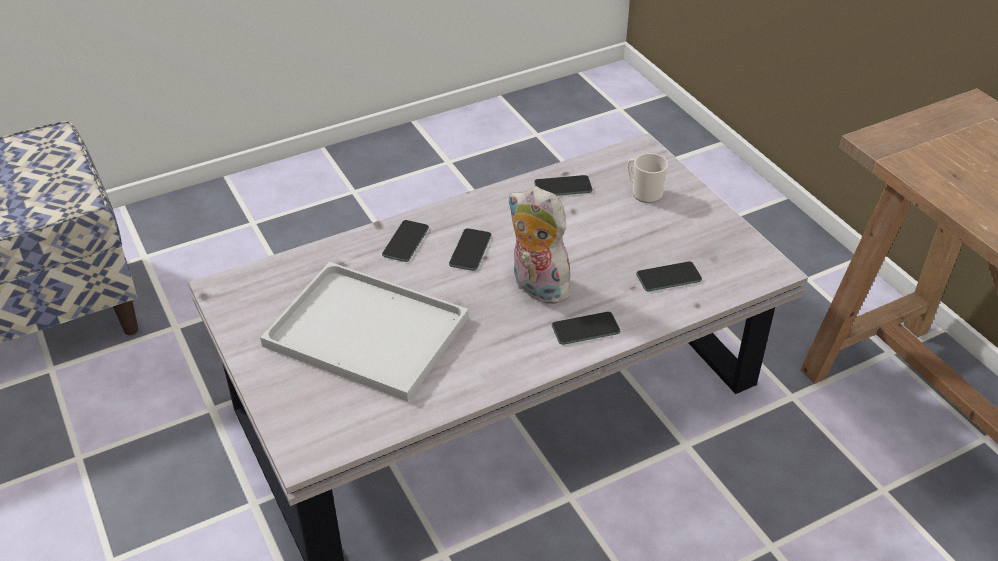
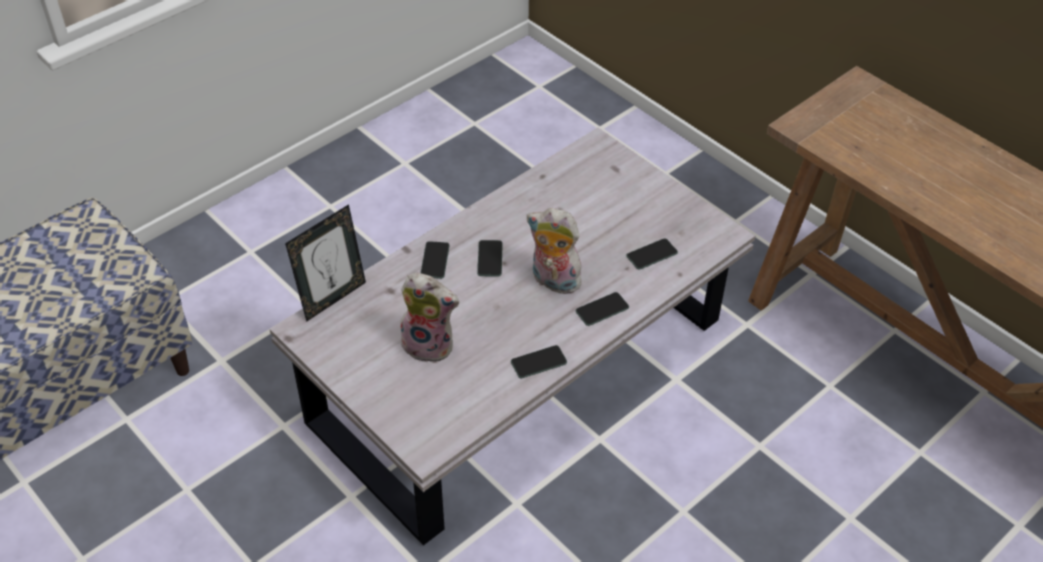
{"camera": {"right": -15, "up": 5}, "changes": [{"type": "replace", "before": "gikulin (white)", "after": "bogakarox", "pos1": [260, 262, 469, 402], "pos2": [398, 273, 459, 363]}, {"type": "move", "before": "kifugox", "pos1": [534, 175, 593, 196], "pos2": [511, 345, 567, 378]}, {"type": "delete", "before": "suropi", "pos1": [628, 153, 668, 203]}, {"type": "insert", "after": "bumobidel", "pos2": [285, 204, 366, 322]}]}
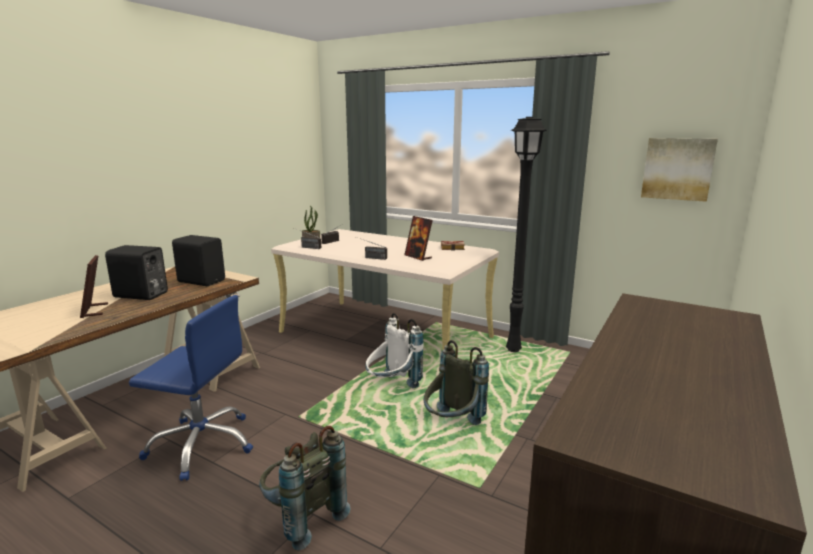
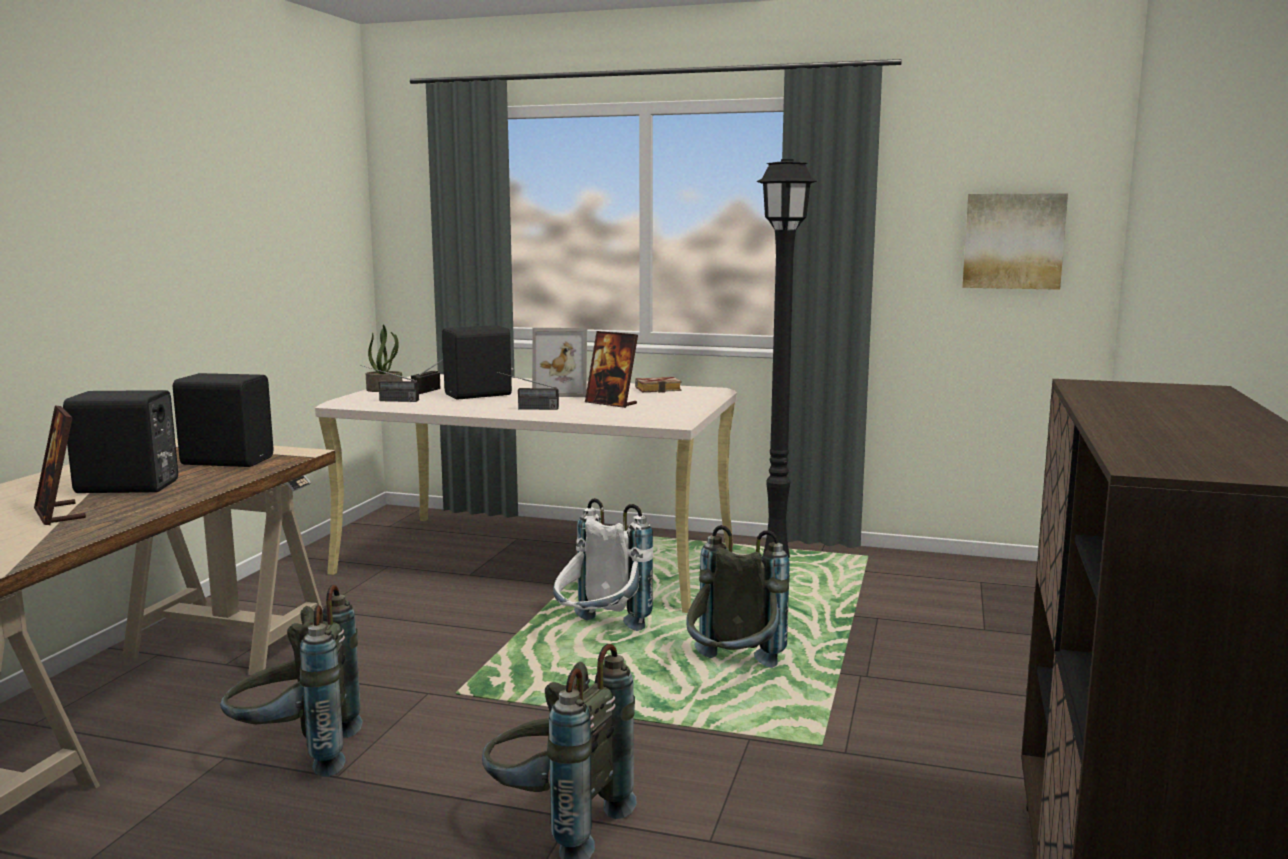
{"camera": {"right": -15, "up": -5}, "changes": [{"type": "replace", "before": "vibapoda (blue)", "after": "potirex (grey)", "pos1": [129, 295, 253, 481], "pos2": [220, 585, 363, 777]}, {"type": "insert", "after": "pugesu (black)", "pos2": [442, 325, 514, 399]}, {"type": "insert", "after": "bumobidel", "pos2": [532, 328, 587, 397]}]}
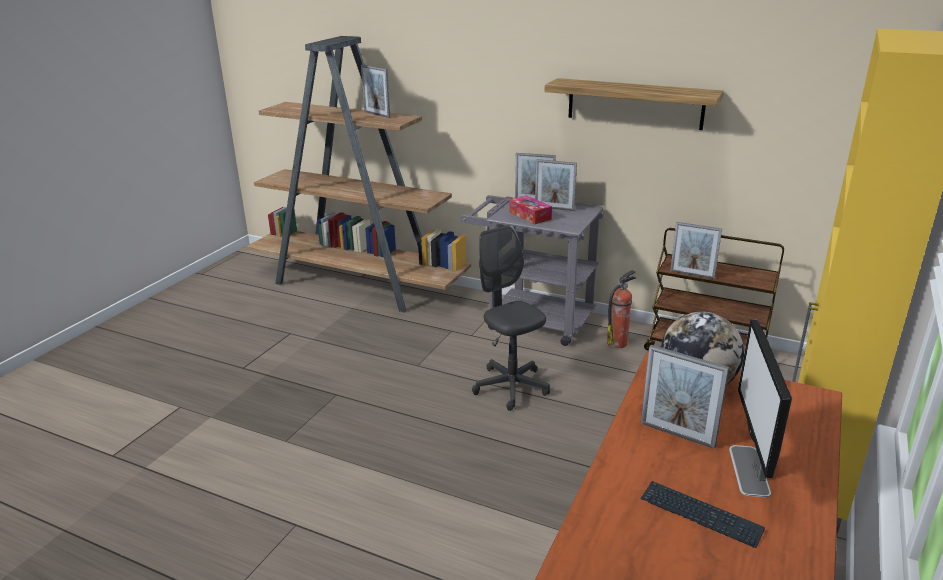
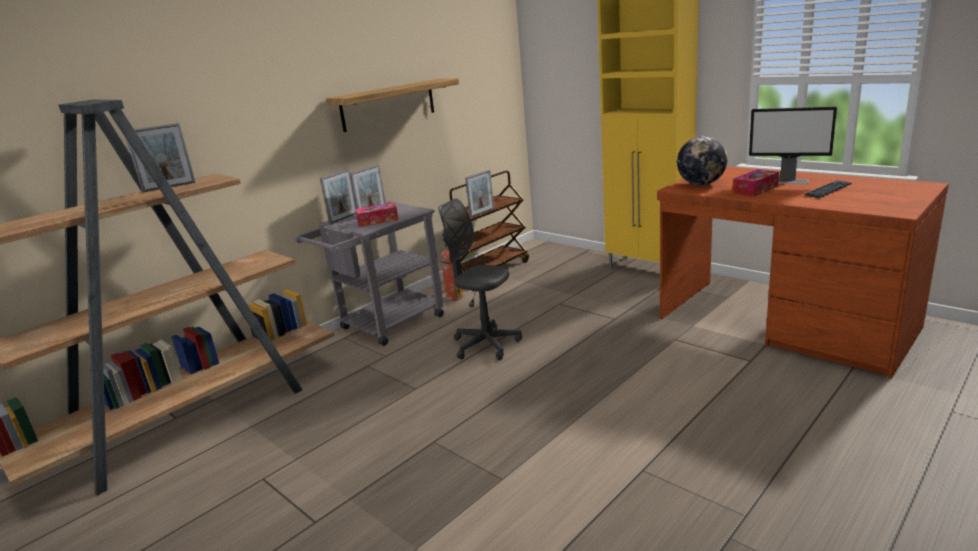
{"camera": {"right": -70, "up": -5}, "changes": [{"type": "rotate", "before": "vibapoda (grey)", "pos1": [472, 225, 550, 411], "pos2": [438, 198, 522, 360], "turn": 45}, {"type": "replace", "before": "bumobidel", "after": "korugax", "pos1": [641, 345, 729, 449], "pos2": [733, 169, 779, 197]}]}
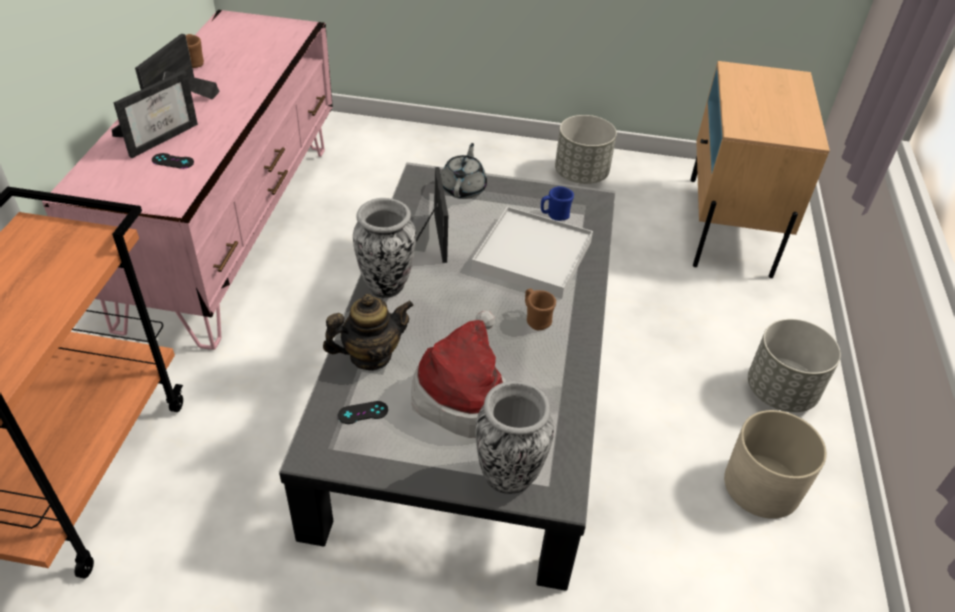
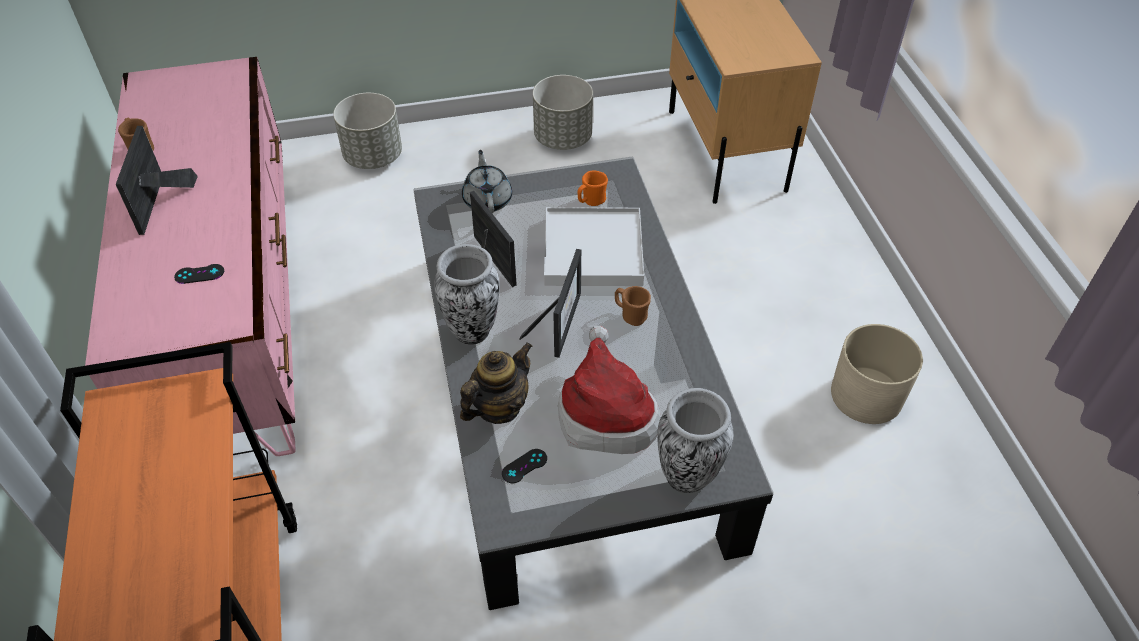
{"camera": {"right": -20, "up": 5}, "changes": [{"type": "move", "before": "bumobidel", "pos1": [112, 71, 198, 158], "pos2": [519, 249, 581, 358]}, {"type": "recolor", "before": "suropi (blue)", "after": "suropi (orange)", "pos1": [541, 186, 574, 221], "pos2": [578, 171, 608, 206]}, {"type": "move", "before": "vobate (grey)", "pos1": [748, 319, 841, 412], "pos2": [333, 93, 402, 169]}]}
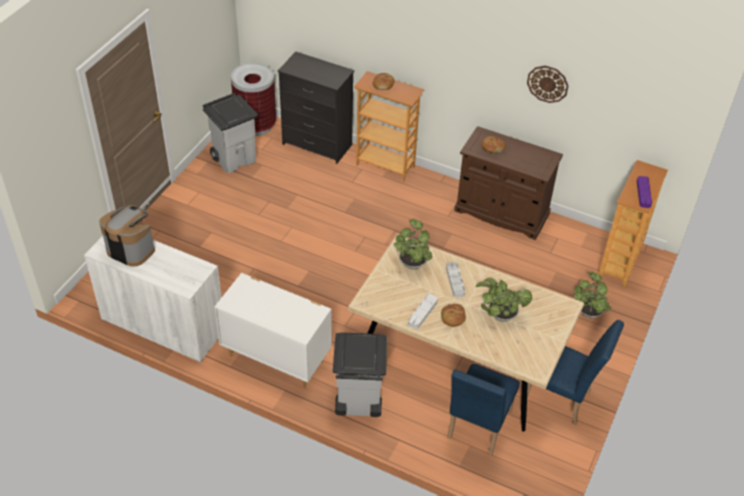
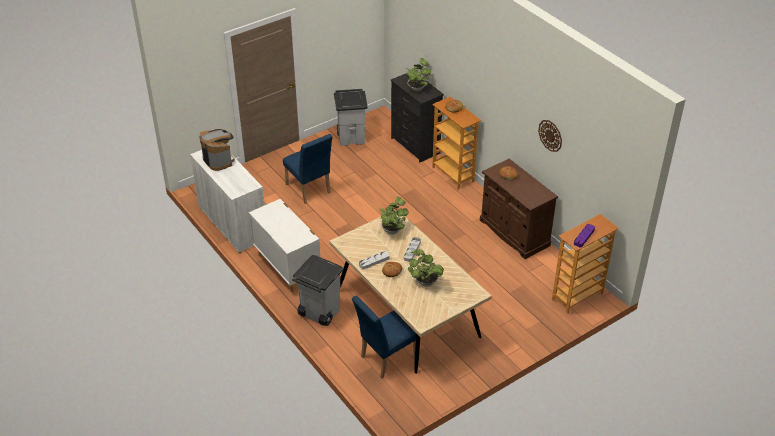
{"camera": {"right": 30, "up": -5}, "changes": [{"type": "delete", "before": "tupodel", "pos1": [231, 63, 276, 136]}, {"type": "move", "before": "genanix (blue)", "pos1": [527, 320, 624, 425], "pos2": [283, 134, 332, 204]}, {"type": "move", "before": "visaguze", "pos1": [573, 272, 611, 318], "pos2": [405, 58, 431, 92]}]}
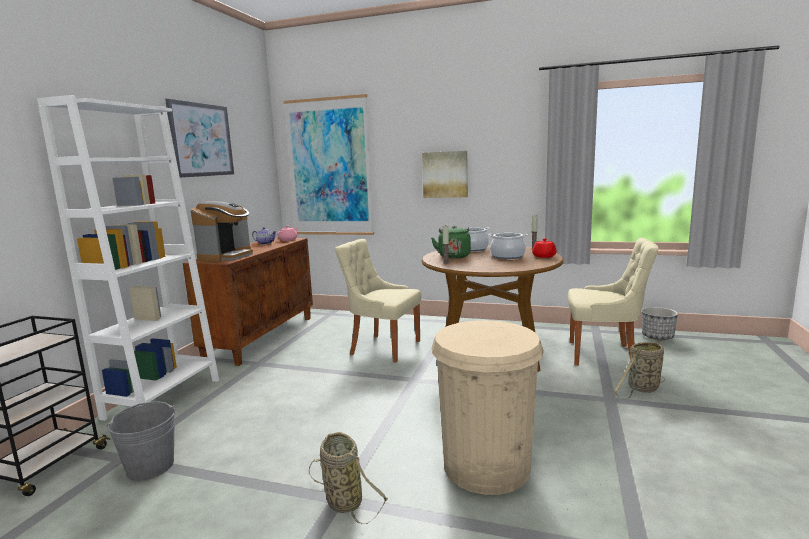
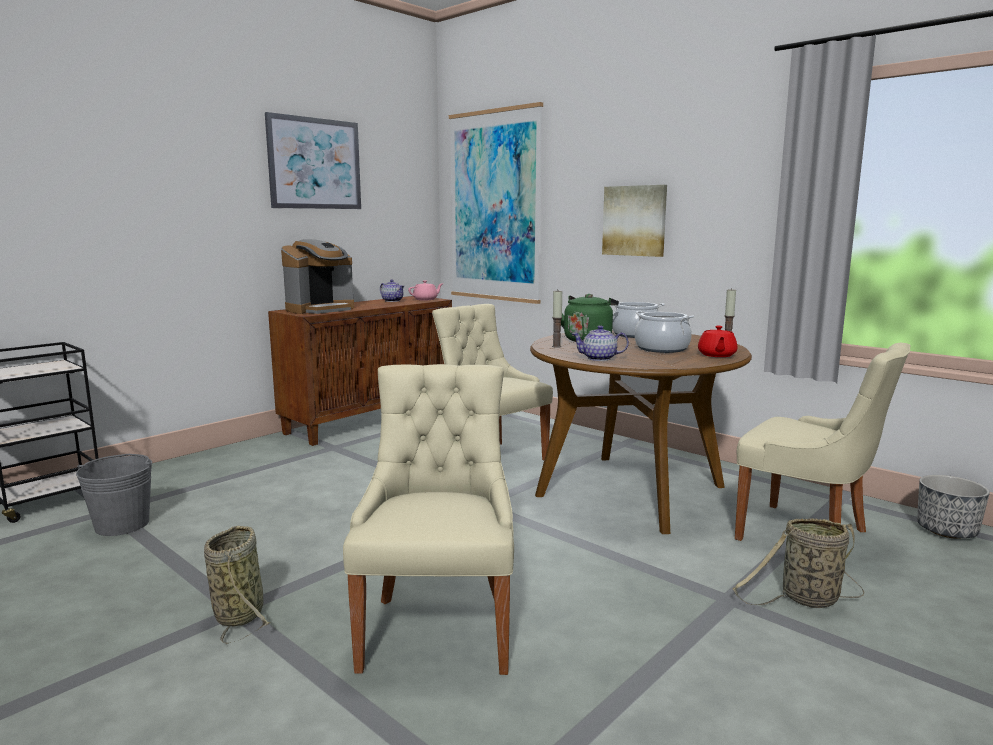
{"camera": {"right": 25, "up": 0}, "changes": [{"type": "delete", "before": "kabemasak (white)", "pos1": [37, 95, 219, 421]}, {"type": "replace", "before": "tupodel (beige)", "after": "genanix (beige)", "pos1": [432, 320, 544, 495], "pos2": [343, 364, 514, 675]}, {"type": "insert", "after": "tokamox", "pos2": [572, 325, 629, 361]}]}
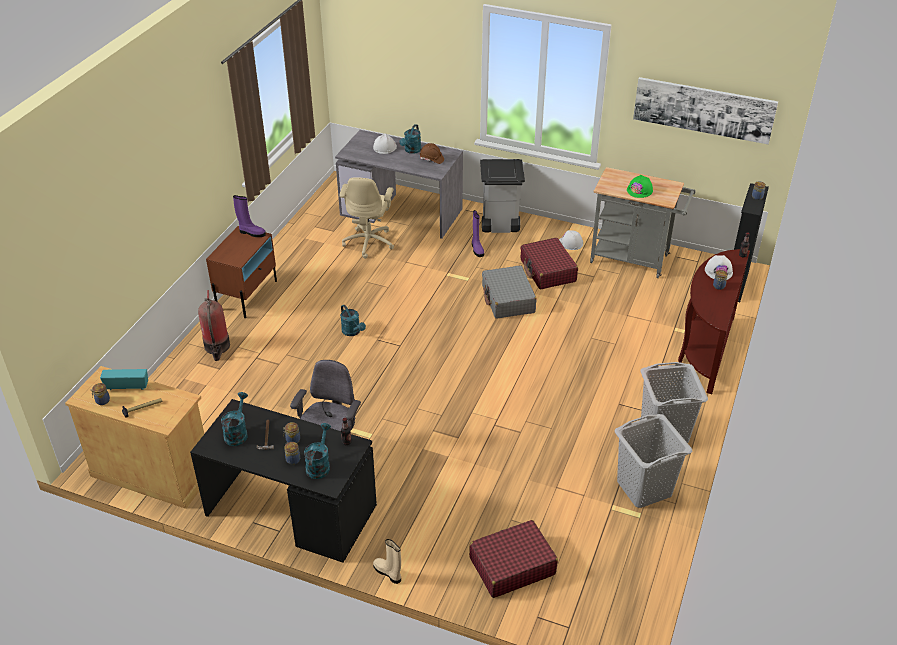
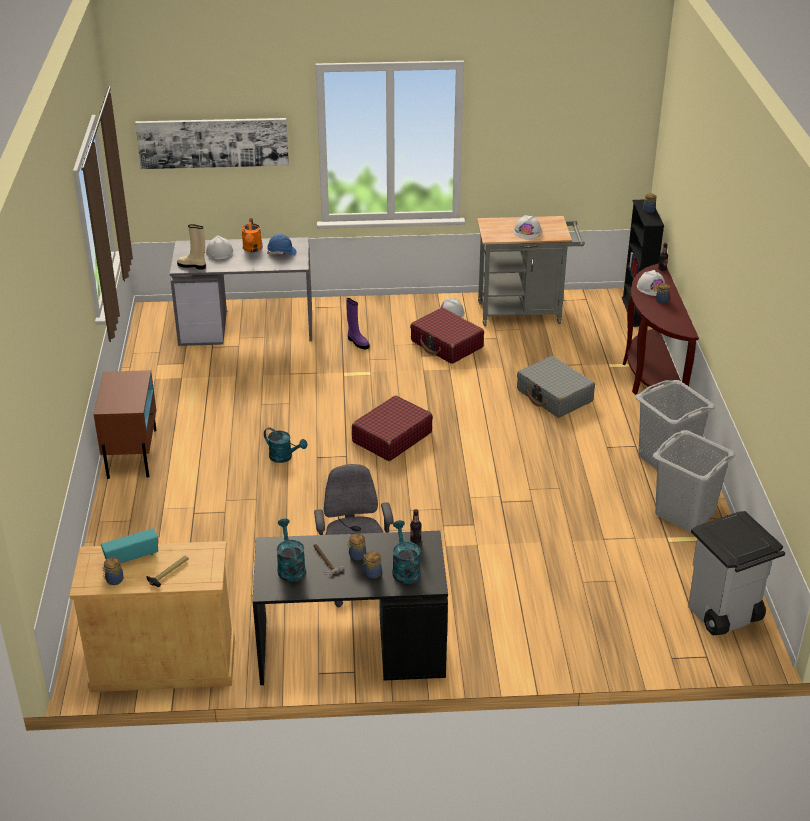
{"camera": {"right": -25, "up": -5}, "changes": [{"type": "delete", "before": "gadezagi", "pos1": [198, 290, 230, 361]}, {"type": "delete", "before": "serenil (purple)", "pos1": [233, 195, 266, 237]}, {"type": "delete", "before": "vibapoda (beige)", "pos1": [339, 177, 394, 259]}, {"type": "move", "before": "serenil (beige)", "pos1": [373, 539, 401, 584], "pos2": [177, 224, 206, 269]}, {"type": "recolor", "before": "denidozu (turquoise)", "after": "denidozu (orange)", "pos1": [399, 124, 421, 154], "pos2": [241, 218, 262, 252]}, {"type": "recolor", "before": "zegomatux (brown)", "after": "zegomatux (blue)", "pos1": [420, 143, 444, 164], "pos2": [267, 234, 296, 255]}, {"type": "move", "before": "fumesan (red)", "pos1": [469, 520, 558, 598], "pos2": [352, 395, 433, 461]}, {"type": "move", "before": "tupodel (grey)", "pos1": [480, 159, 525, 233], "pos2": [688, 511, 785, 635]}, {"type": "move", "before": "fumesan (grey)", "pos1": [482, 265, 537, 319], "pos2": [517, 356, 595, 418]}, {"type": "recolor", "before": "zegomatux (green)", "after": "zegomatux (white)", "pos1": [627, 175, 653, 198], "pos2": [514, 215, 541, 239]}, {"type": "move", "before": "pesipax", "pos1": [633, 77, 778, 144], "pos2": [135, 118, 289, 169]}]}
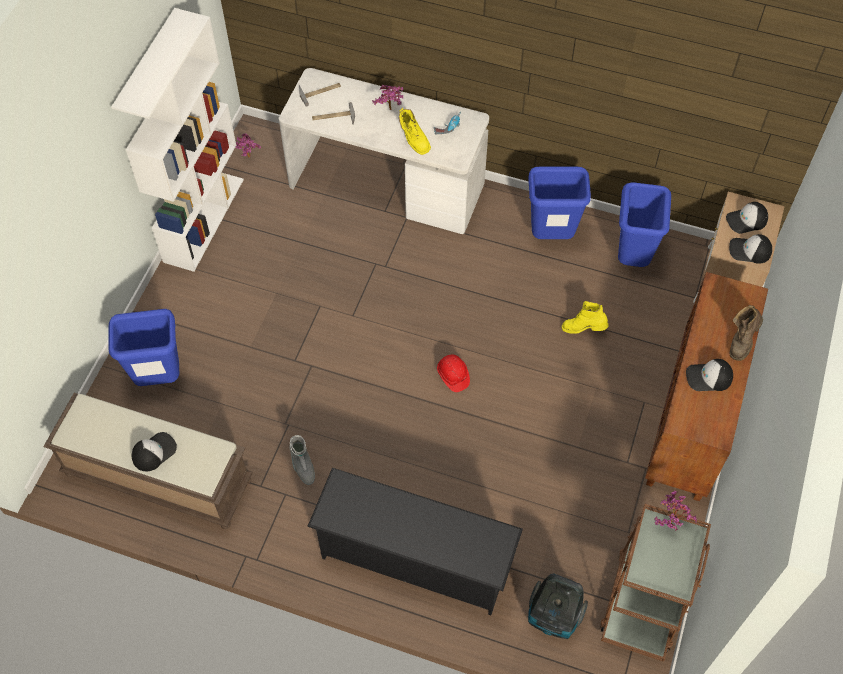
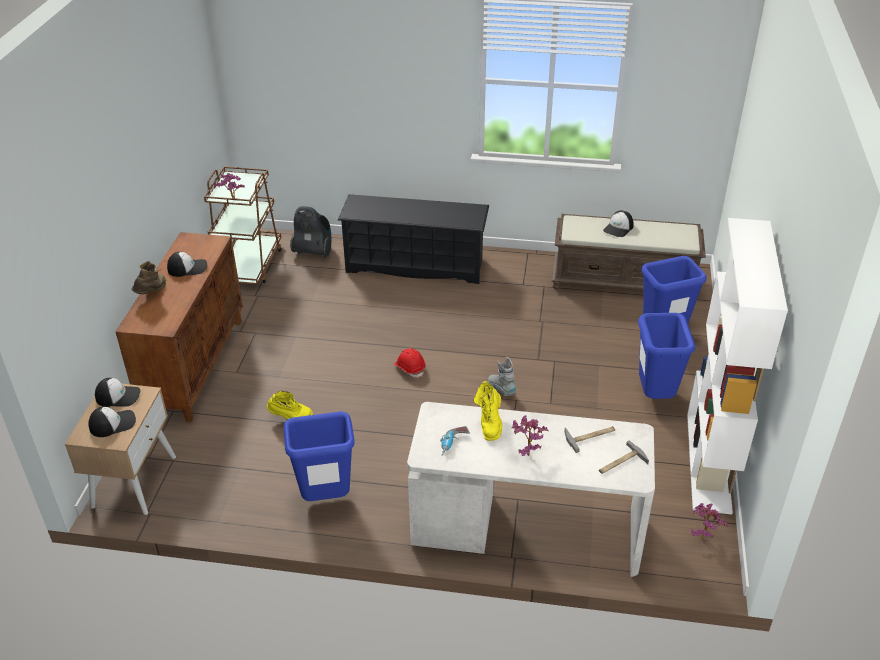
{"camera": {"right": 170, "up": -20}, "changes": [{"type": "move", "before": "serenil (grey)", "pos1": [289, 435, 315, 485], "pos2": [488, 357, 517, 396]}, {"type": "rotate", "before": "serenil (yellow)", "pos1": [399, 108, 431, 155], "pos2": [474, 381, 502, 441], "turn": -135}, {"type": "move", "before": "tupodel (blue)", "pos1": [618, 182, 671, 267], "pos2": [638, 313, 696, 399]}]}
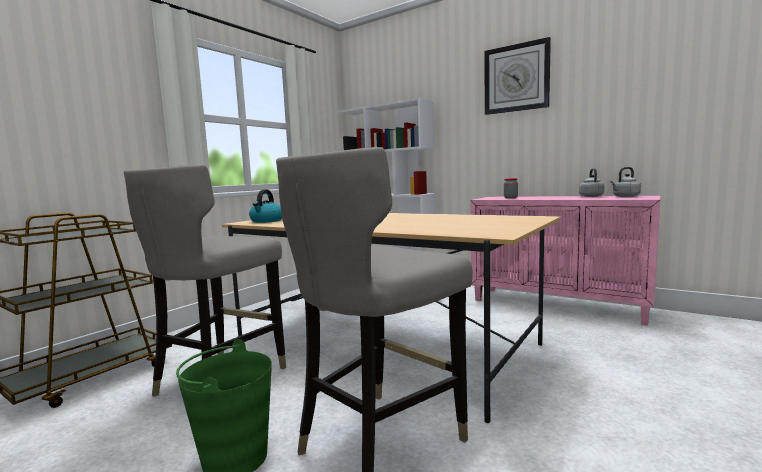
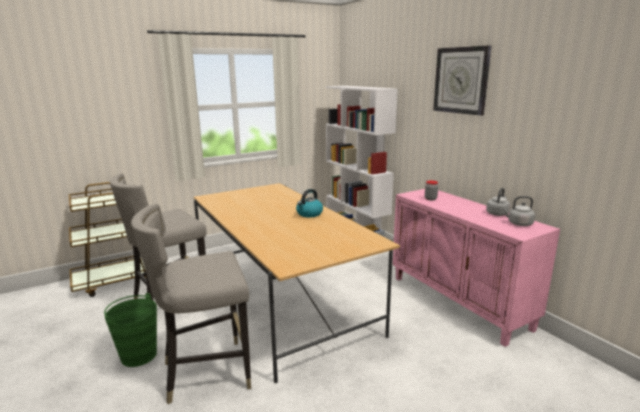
{"camera": {"right": 25, "up": 10}, "changes": [{"type": "move", "before": "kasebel", "pos1": [249, 189, 282, 223], "pos2": [296, 189, 323, 217]}]}
